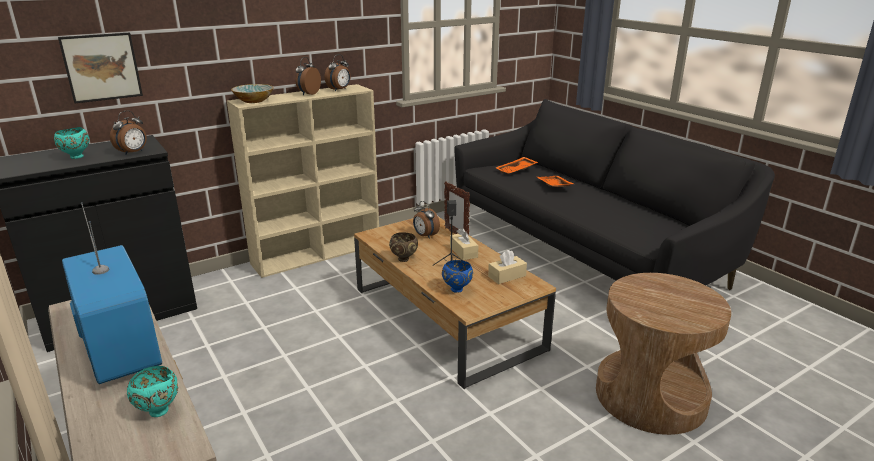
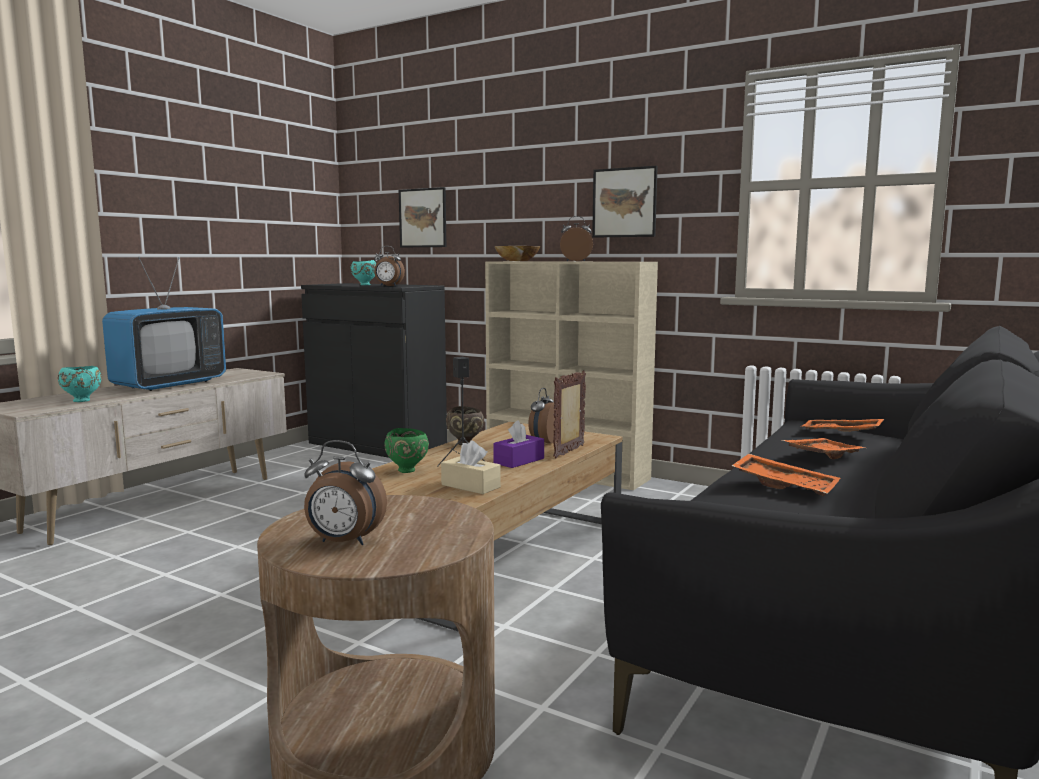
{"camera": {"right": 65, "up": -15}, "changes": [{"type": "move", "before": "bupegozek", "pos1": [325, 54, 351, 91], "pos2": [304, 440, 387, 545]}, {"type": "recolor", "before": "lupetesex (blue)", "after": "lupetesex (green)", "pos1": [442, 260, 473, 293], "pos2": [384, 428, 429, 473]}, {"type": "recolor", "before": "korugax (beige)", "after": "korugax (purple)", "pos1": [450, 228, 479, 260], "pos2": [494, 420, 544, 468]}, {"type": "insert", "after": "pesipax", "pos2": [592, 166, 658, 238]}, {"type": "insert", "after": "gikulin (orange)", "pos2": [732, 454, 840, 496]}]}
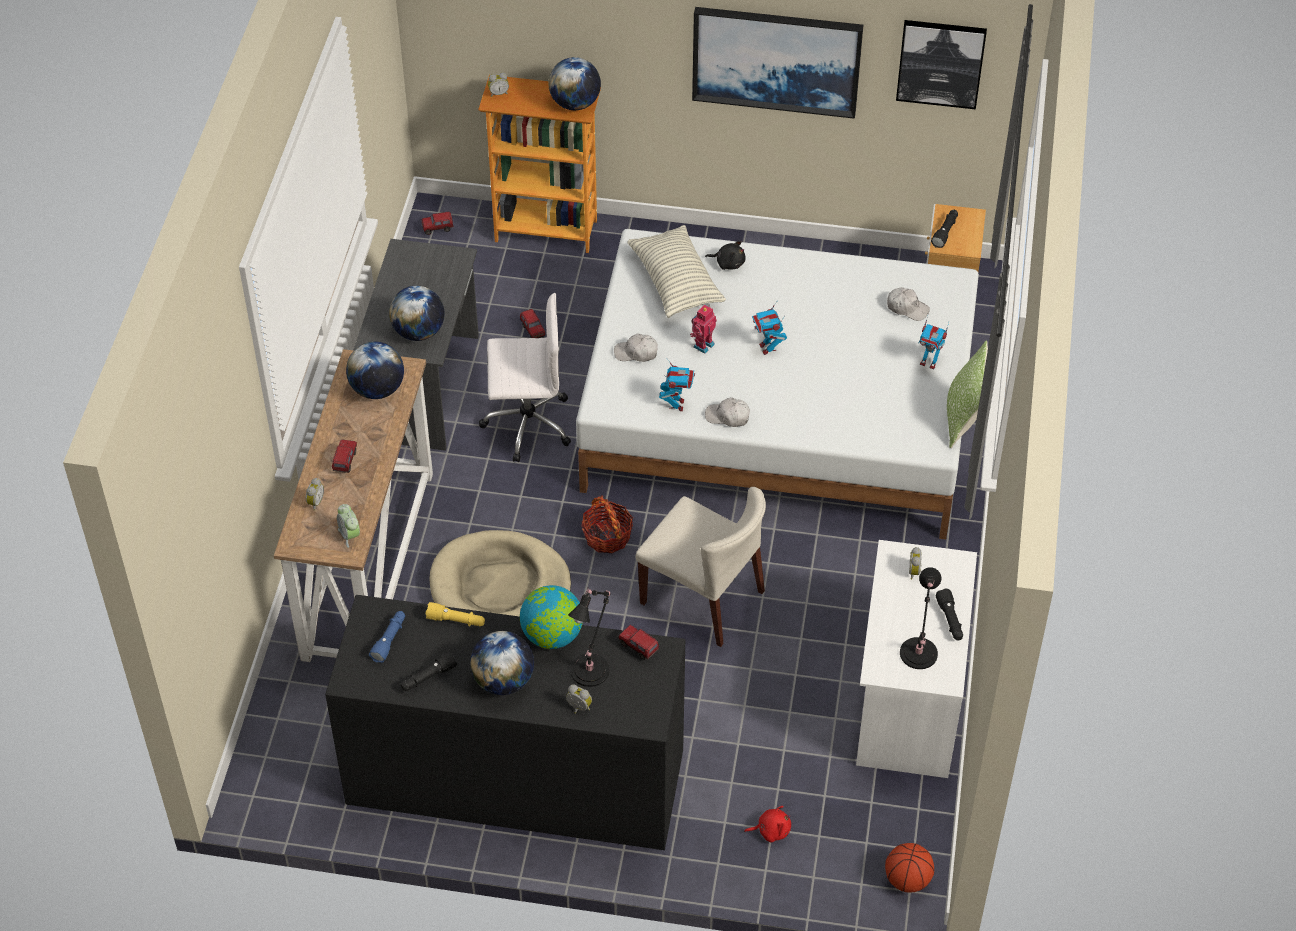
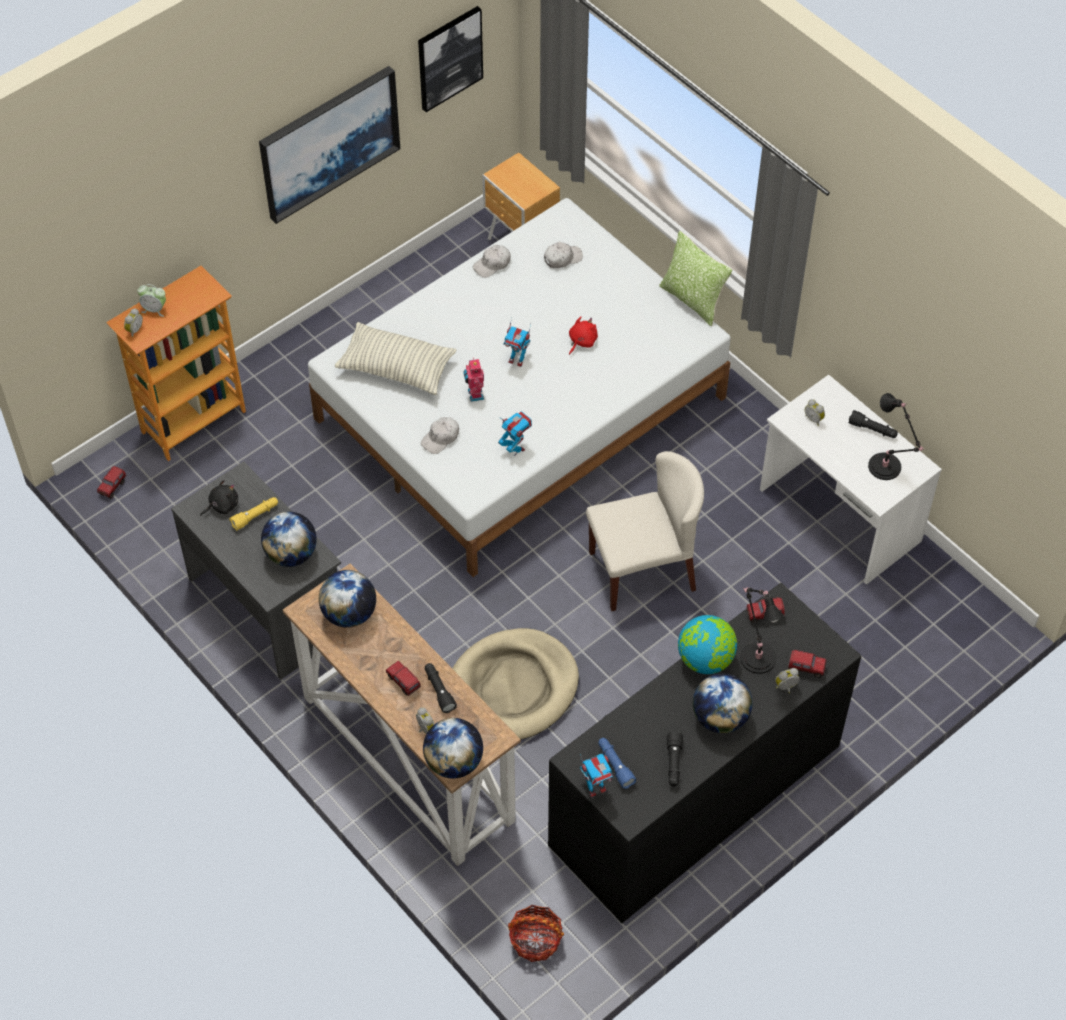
{"camera": {"right": -50, "up": 5}, "changes": [{"type": "move", "before": "bupegozek", "pos1": [337, 504, 360, 548], "pos2": [137, 284, 166, 317]}, {"type": "move", "before": "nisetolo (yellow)", "pos1": [426, 602, 485, 626], "pos2": [229, 497, 278, 531]}, {"type": "delete", "before": "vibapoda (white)", "pos1": [479, 293, 571, 462]}, {"type": "move", "before": "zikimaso", "pos1": [520, 309, 545, 338], "pos2": [788, 650, 826, 678]}, {"type": "move", "before": "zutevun", "pos1": [548, 57, 601, 110], "pos2": [423, 718, 483, 778]}, {"type": "move", "before": "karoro", "pos1": [581, 495, 633, 553], "pos2": [508, 905, 564, 962]}, {"type": "move", "before": "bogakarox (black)", "pos1": [705, 241, 746, 270], "pos2": [200, 480, 238, 516]}, {"type": "move", "before": "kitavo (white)", "pos1": [705, 397, 750, 427], "pos2": [473, 245, 511, 278]}, {"type": "move", "before": "bogakarox (red)", "pos1": [744, 806, 791, 842], "pos2": [569, 316, 598, 355]}, {"type": "delete", "before": "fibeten", "pos1": [885, 843, 934, 892]}, {"type": "move", "before": "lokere", "pos1": [918, 316, 949, 369], "pos2": [580, 746, 614, 797]}, {"type": "move", "before": "nisetolo (black)", "pos1": [931, 210, 958, 248], "pos2": [425, 663, 457, 713]}]}
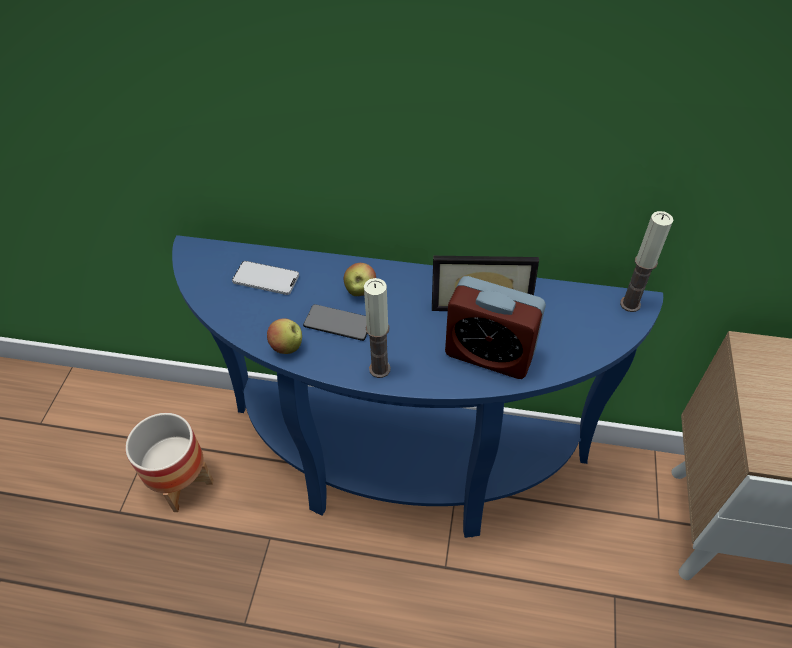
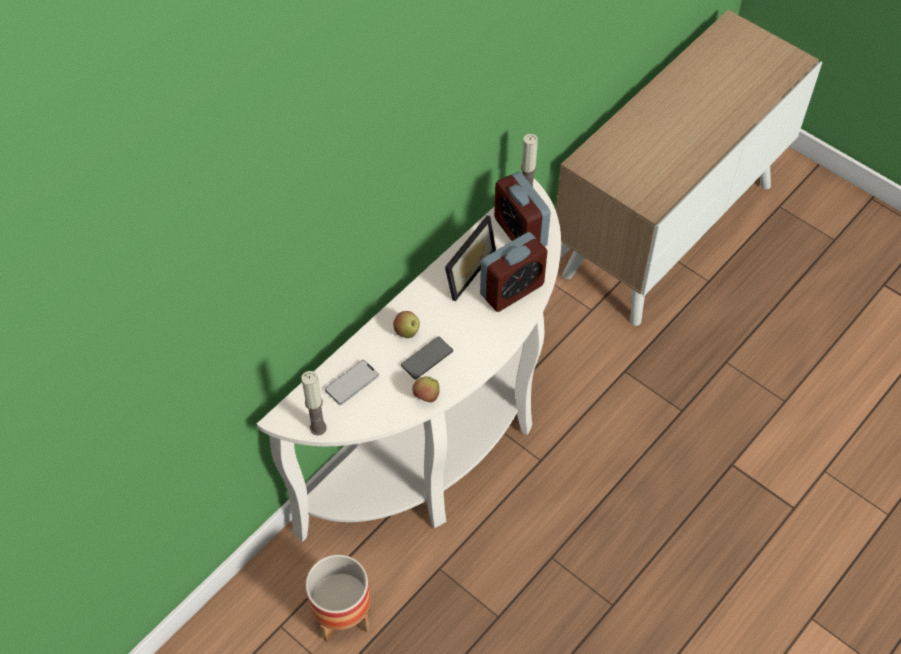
{"camera": {"right": -60, "up": 5}, "changes": [{"type": "recolor", "before": "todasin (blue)", "after": "todasin (white)", "pos1": [172, 235, 663, 538], "pos2": [257, 178, 561, 542]}, {"type": "move", "before": "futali", "pos1": [364, 278, 391, 378], "pos2": [301, 371, 327, 436]}, {"type": "insert", "after": "bupegozek", "pos2": [494, 172, 551, 247]}]}
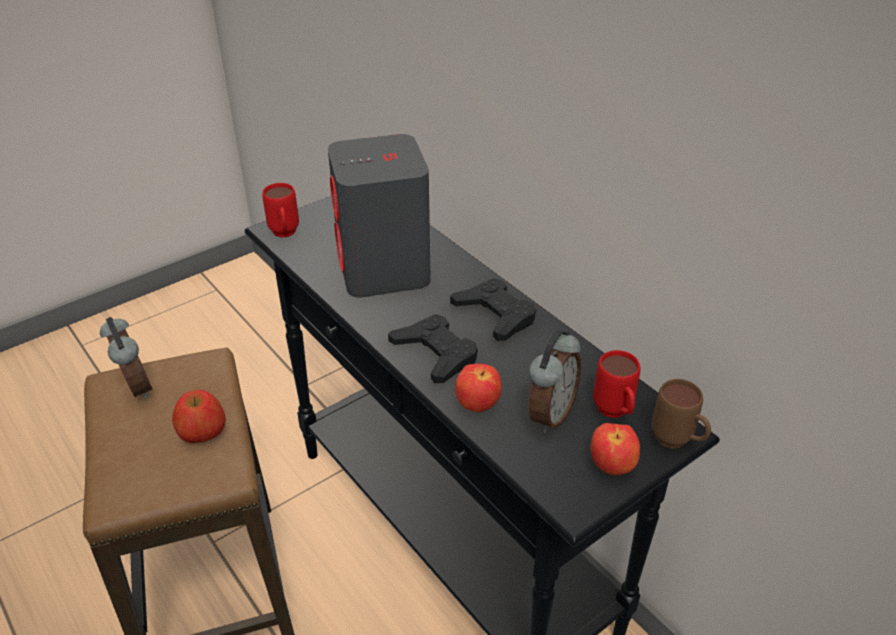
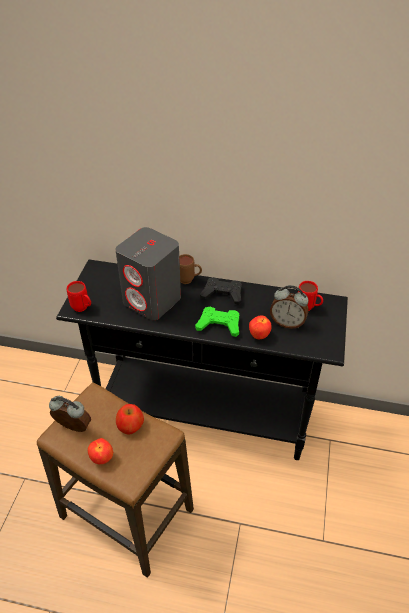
{"camera": {"right": -40, "up": 5}, "changes": [{"type": "recolor", "before": "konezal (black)", "after": "konezal (green)", "pos1": [388, 314, 478, 384], "pos2": [195, 307, 239, 337]}, {"type": "rotate", "before": "bupegozek", "pos1": [528, 330, 581, 433], "pos2": [270, 285, 309, 329], "turn": 120}, {"type": "move", "before": "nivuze", "pos1": [591, 423, 640, 475], "pos2": [88, 438, 113, 464]}, {"type": "move", "before": "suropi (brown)", "pos1": [652, 379, 711, 449], "pos2": [179, 254, 202, 284]}]}
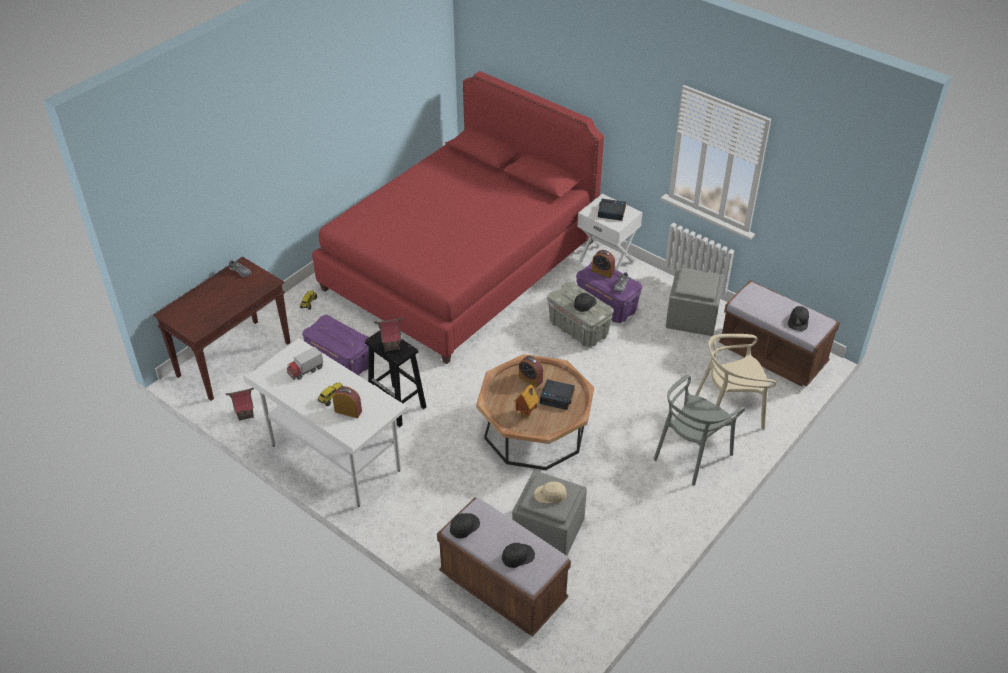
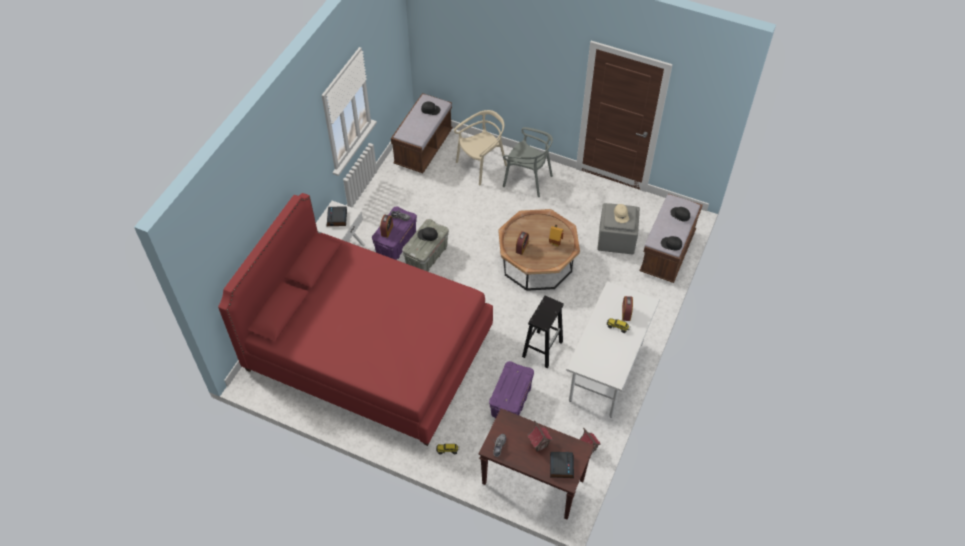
{"camera": {"right": -105, "up": 10}, "changes": [{"type": "delete", "before": "zikimaso", "pos1": [287, 347, 323, 380]}, {"type": "move", "before": "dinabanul", "pos1": [374, 317, 404, 352], "pos2": [528, 420, 552, 452]}, {"type": "move", "before": "bupegozek", "pos1": [540, 380, 575, 410], "pos2": [550, 452, 574, 478]}, {"type": "delete", "before": "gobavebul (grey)", "pos1": [666, 268, 724, 336]}, {"type": "rotate", "before": "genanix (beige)", "pos1": [695, 334, 777, 429], "pos2": [454, 110, 507, 185], "turn": -105}]}
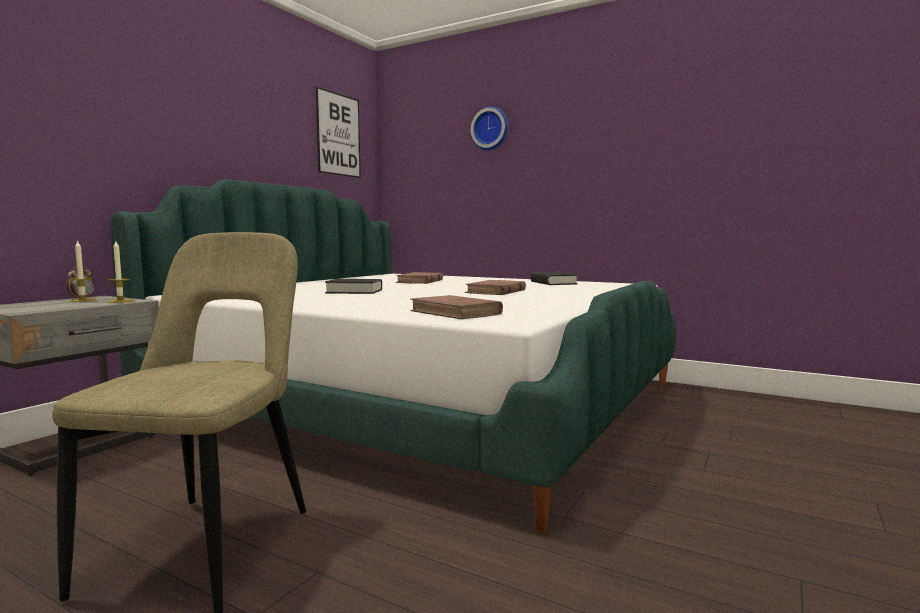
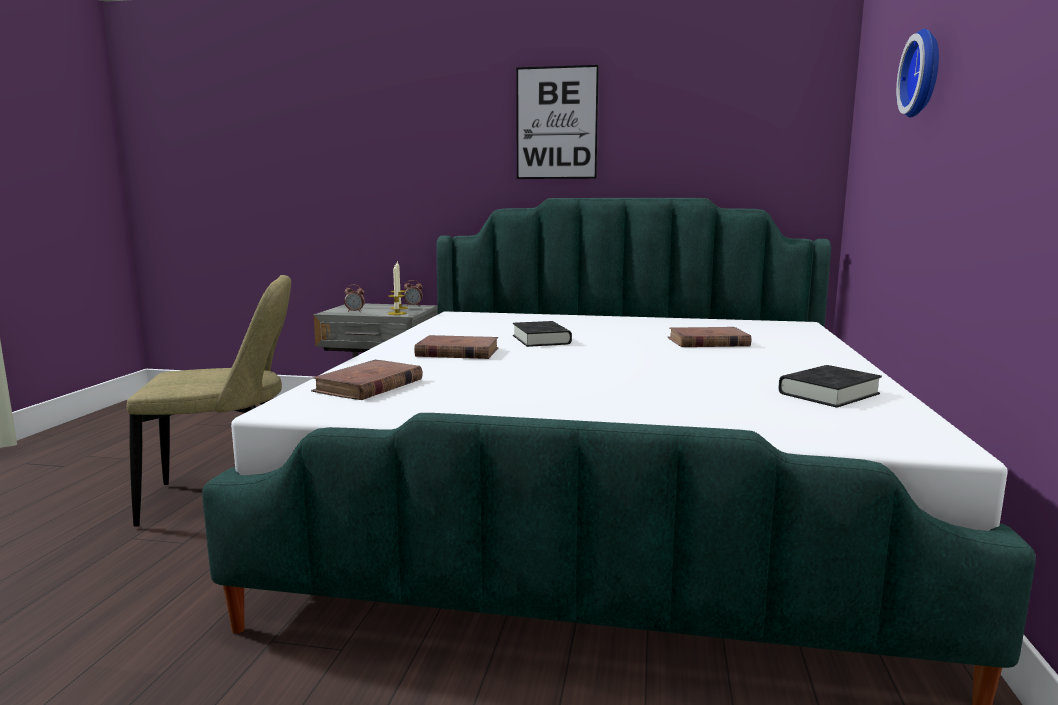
{"camera": {"right": 70, "up": 5}, "changes": [{"type": "move", "before": "pesipax", "pos1": [316, 87, 361, 178], "pos2": [516, 65, 599, 179]}, {"type": "move", "before": "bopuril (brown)", "pos1": [465, 280, 526, 295], "pos2": [414, 335, 499, 359]}, {"type": "insert", "after": "bupegozek", "pos2": [344, 285, 365, 312]}]}
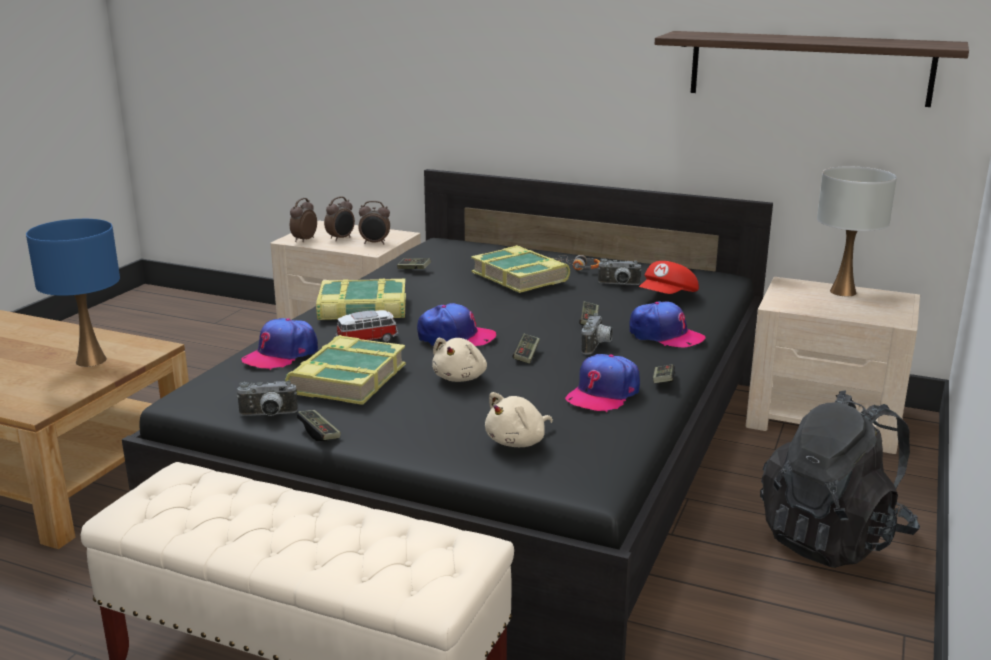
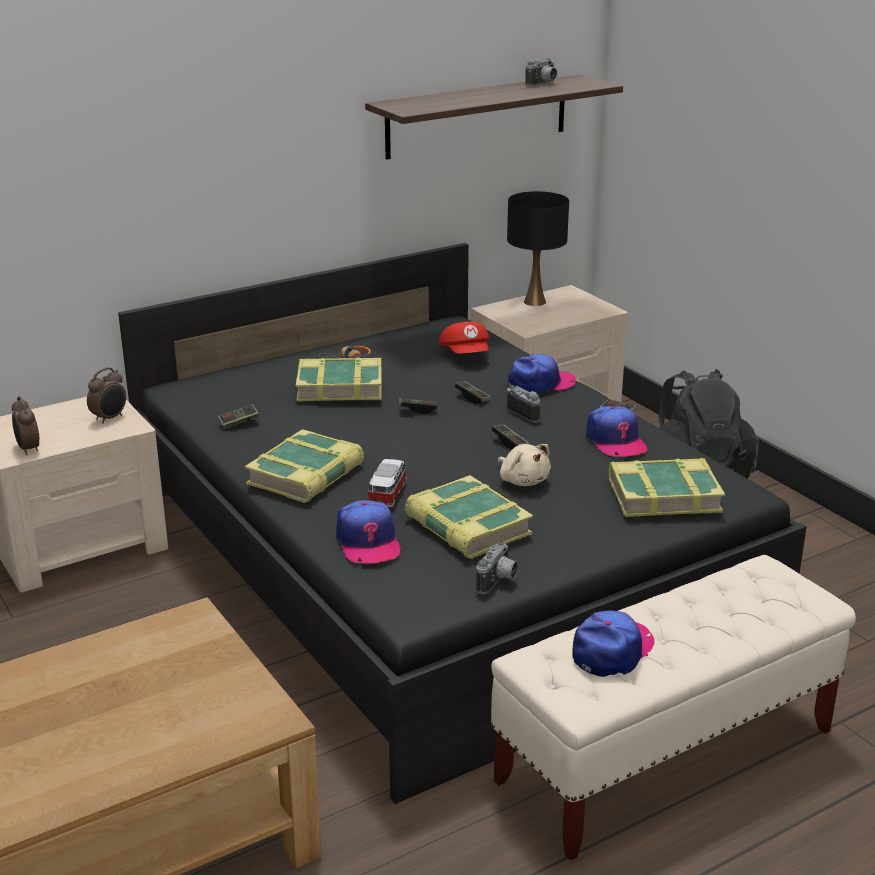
{"camera": {"right": -55, "up": 5}, "changes": [{"type": "delete", "before": "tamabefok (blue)", "pos1": [26, 219, 120, 367]}, {"type": "move", "before": "konezal", "pos1": [297, 410, 341, 441], "pos2": [398, 398, 437, 414]}, {"type": "delete", "before": "bupegozek", "pos1": [324, 196, 355, 241]}, {"type": "move", "before": "kitavo", "pos1": [417, 303, 496, 346], "pos2": [572, 610, 655, 677]}, {"type": "replace", "before": "bogakarox (beige)", "after": "bopuril", "pos1": [485, 392, 553, 447], "pos2": [609, 458, 725, 517]}, {"type": "move", "before": "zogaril", "pos1": [598, 259, 642, 285], "pos2": [526, 58, 557, 86]}, {"type": "recolor", "before": "tamabefok (white)", "after": "tamabefok (black)", "pos1": [817, 166, 897, 296], "pos2": [507, 191, 569, 306]}]}
